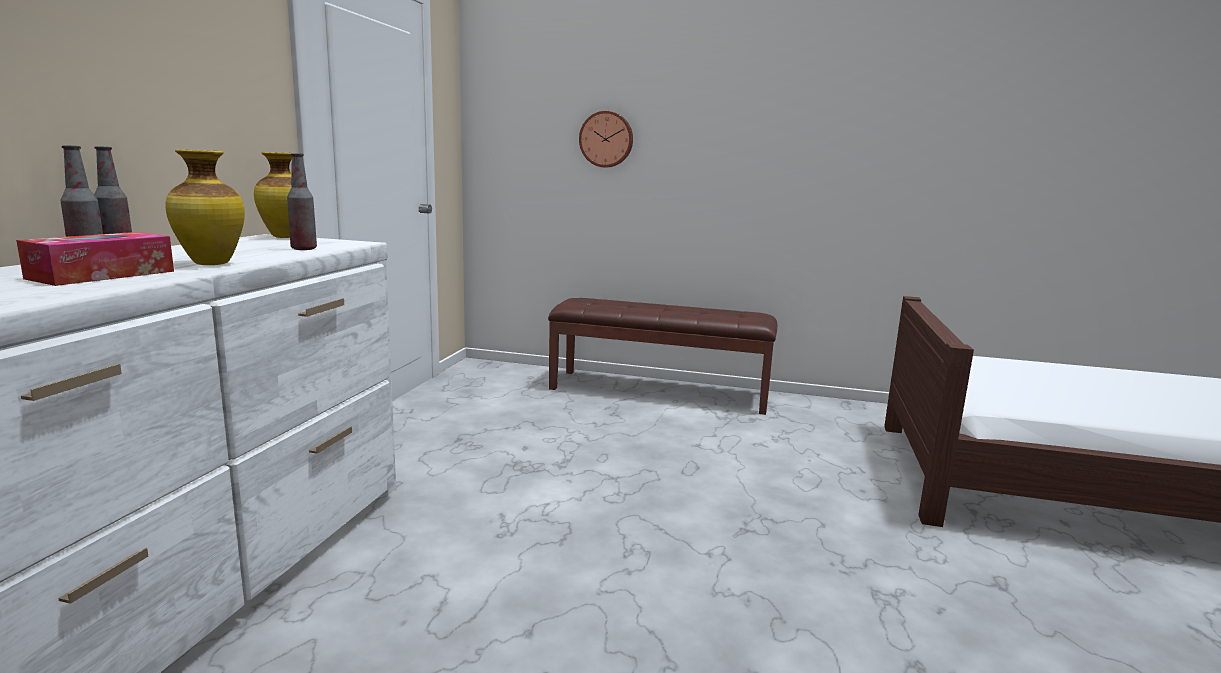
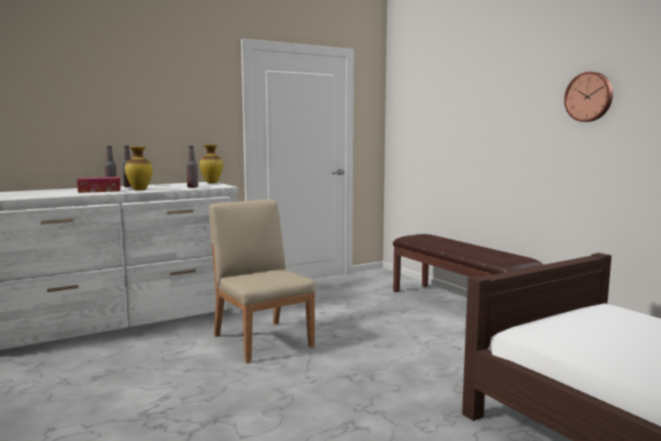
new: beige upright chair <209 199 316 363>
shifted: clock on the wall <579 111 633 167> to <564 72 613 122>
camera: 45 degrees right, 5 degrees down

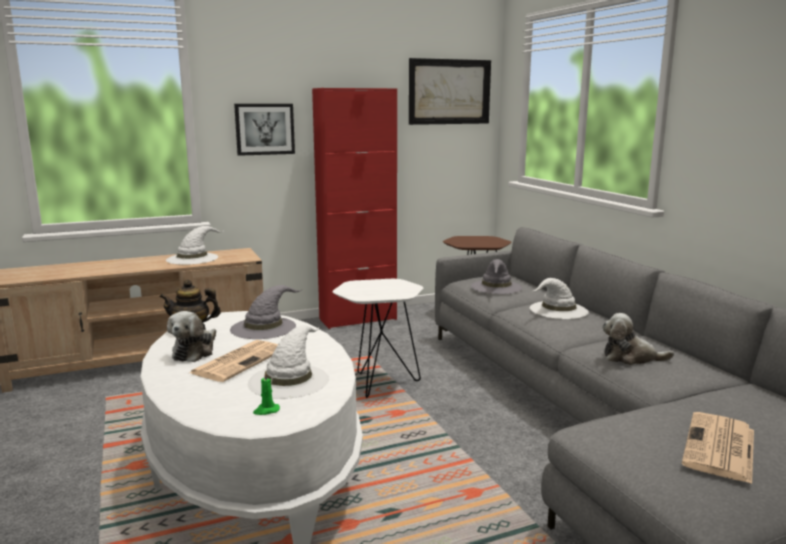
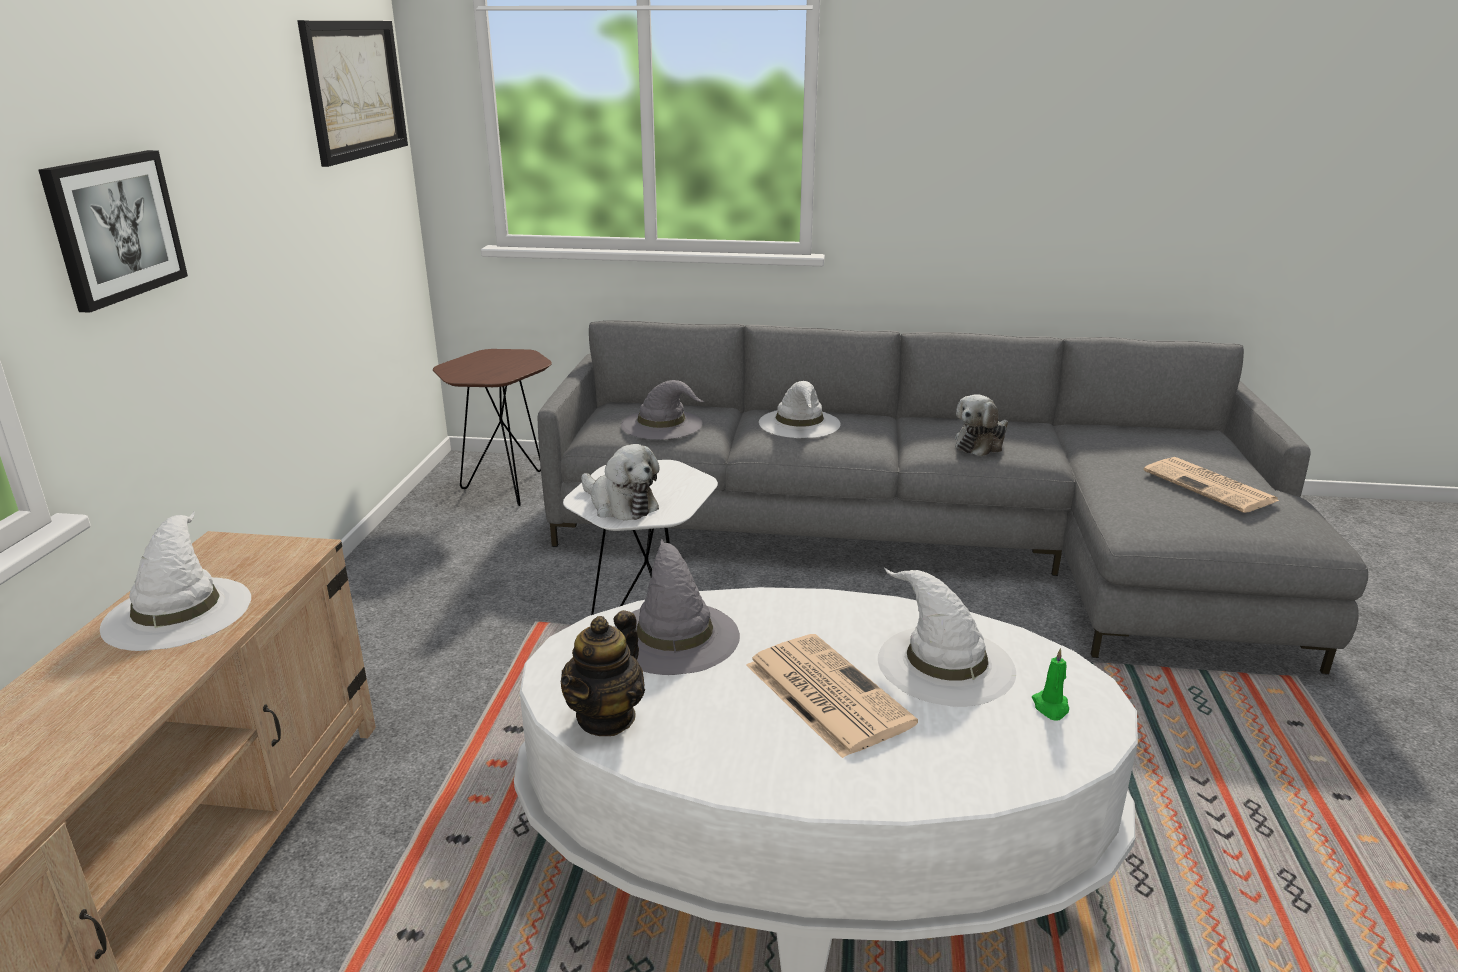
gone: red storage cabinet <312 88 397 329>
shifted: soft toy <167 311 216 362> to <581 444 660 521>
camera: 60 degrees left, 10 degrees up

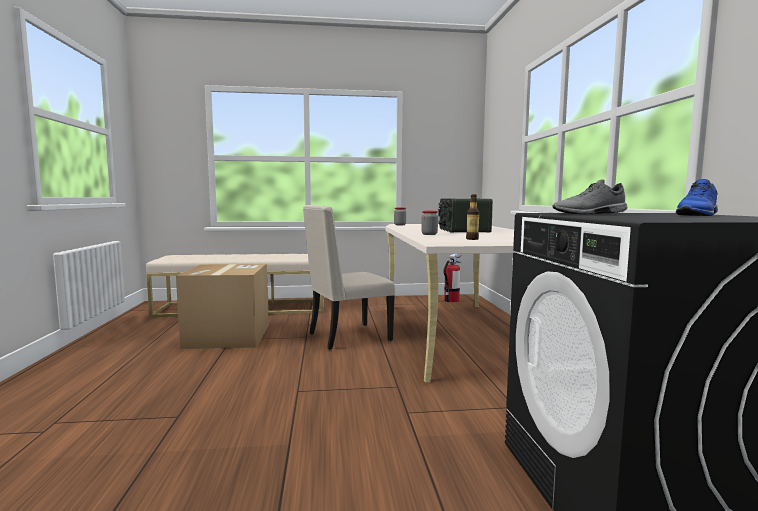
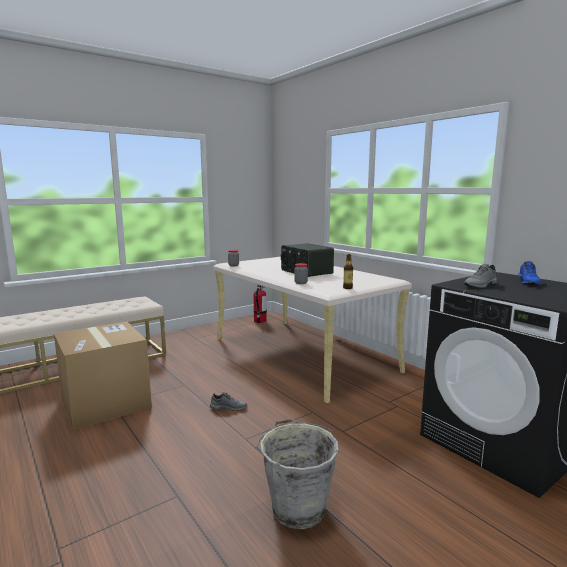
gone: beige upright chair <303 205 395 350>
new: gray item of footwear <210 392 247 411>; gray bucket <256 419 339 530>
camera: 30 degrees left, 5 degrees up

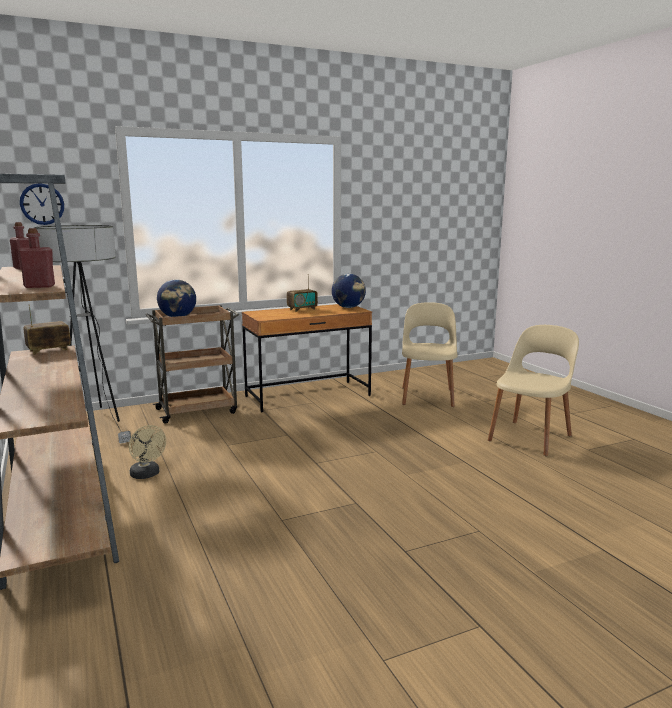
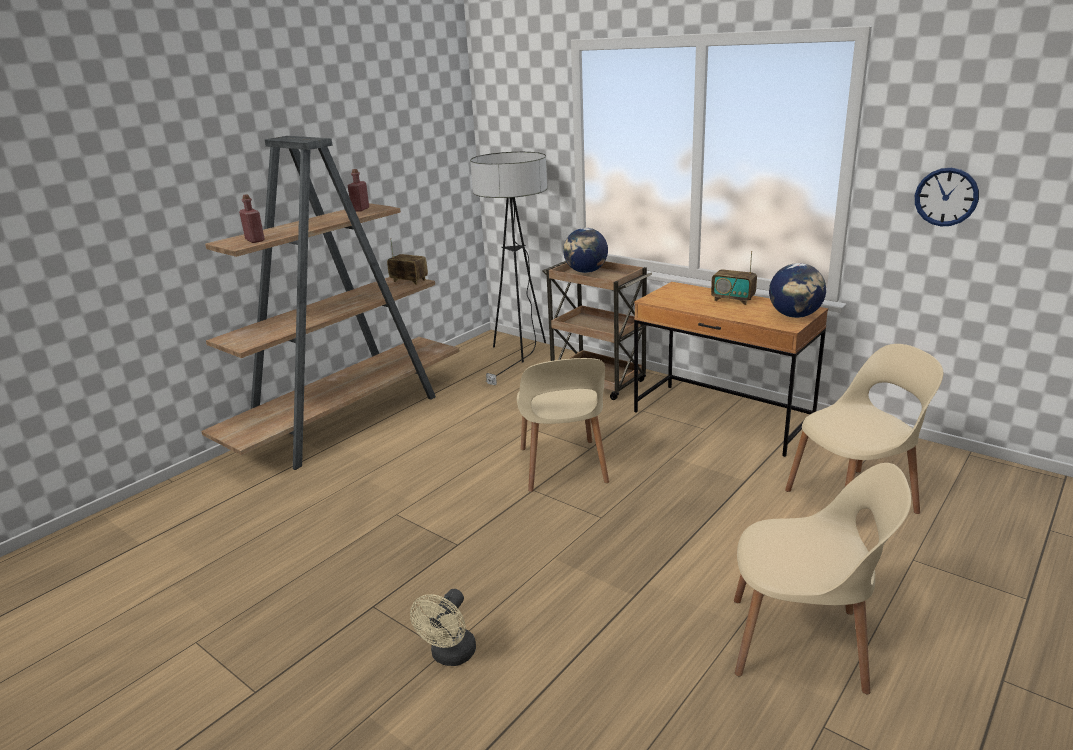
new: beige upright chair <517 358 609 492>
shifted: clock on the wall <20 184 64 225> to <915 168 979 226>; beige fan <129 425 166 479> to <410 589 476 666>
camera: 65 degrees right, 10 degrees up

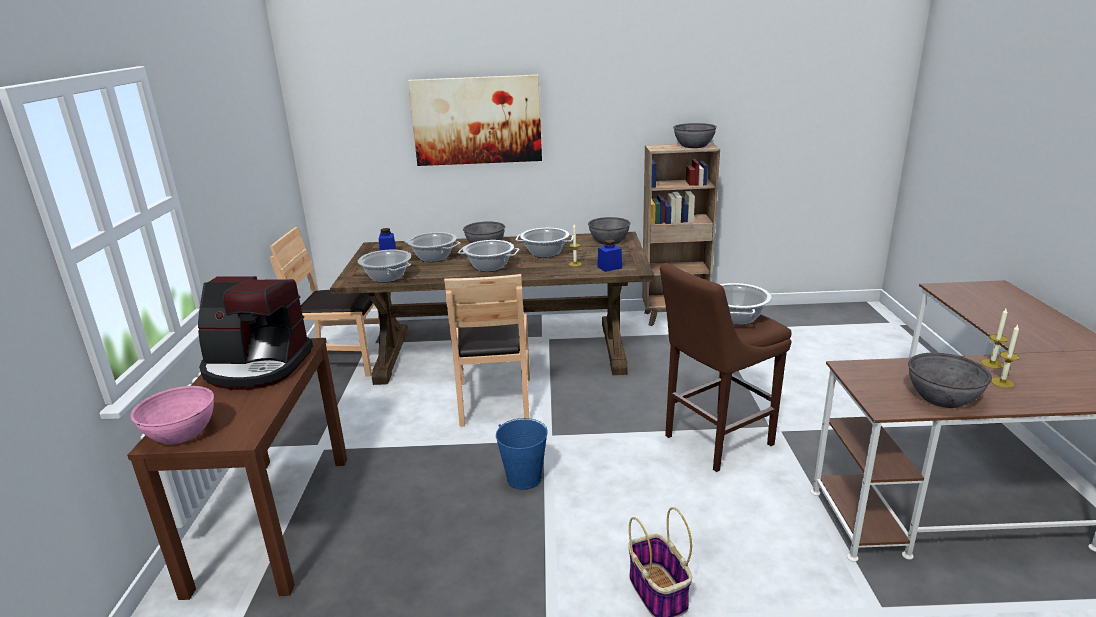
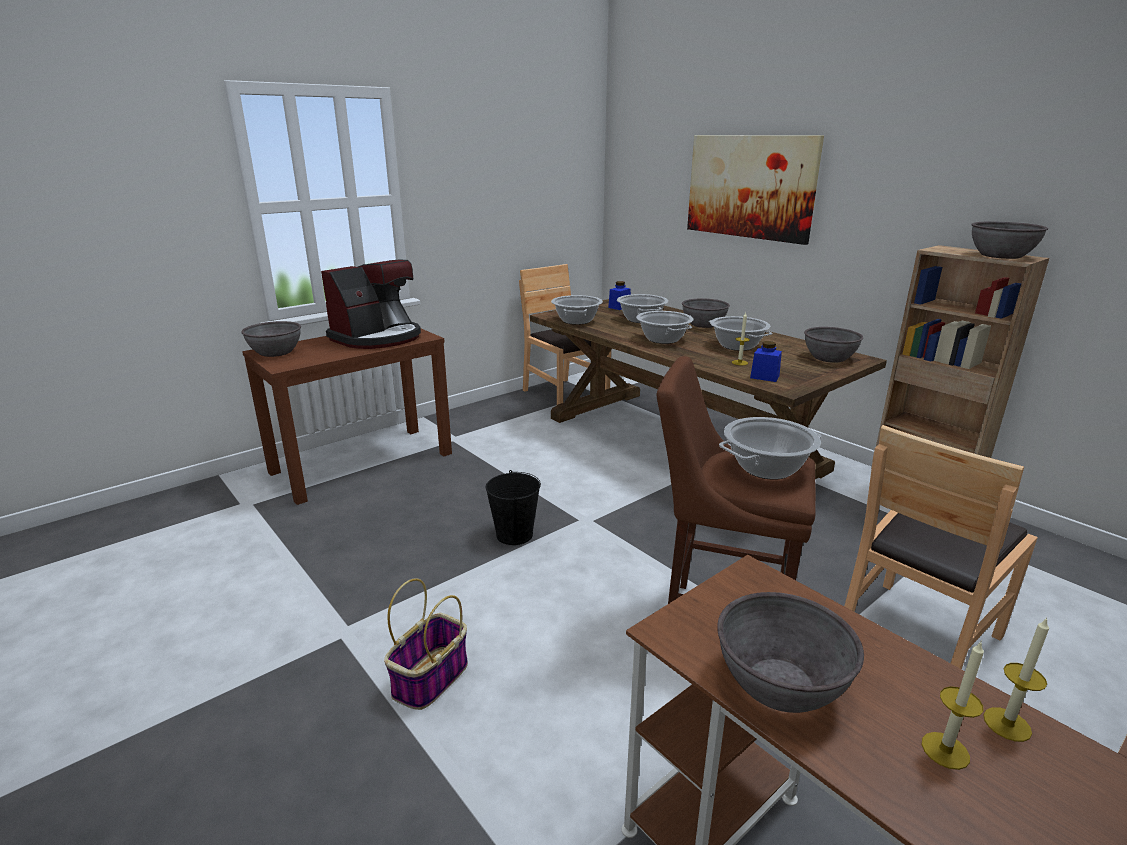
shifted: brown-coloured upright chair <444 274 530 427> to <844 425 1038 669>
repainted: pink-coloured deep dish <130 386 214 445> to gray deep dish <241 321 301 357>; blue bucket <496 418 548 490> to black-coloured bucket <486 470 541 545>
rotated: coffee maker <198 276 313 390> = <321 260 421 349> 105 degrees counterclockwise
camera: 50 degrees right, 0 degrees up

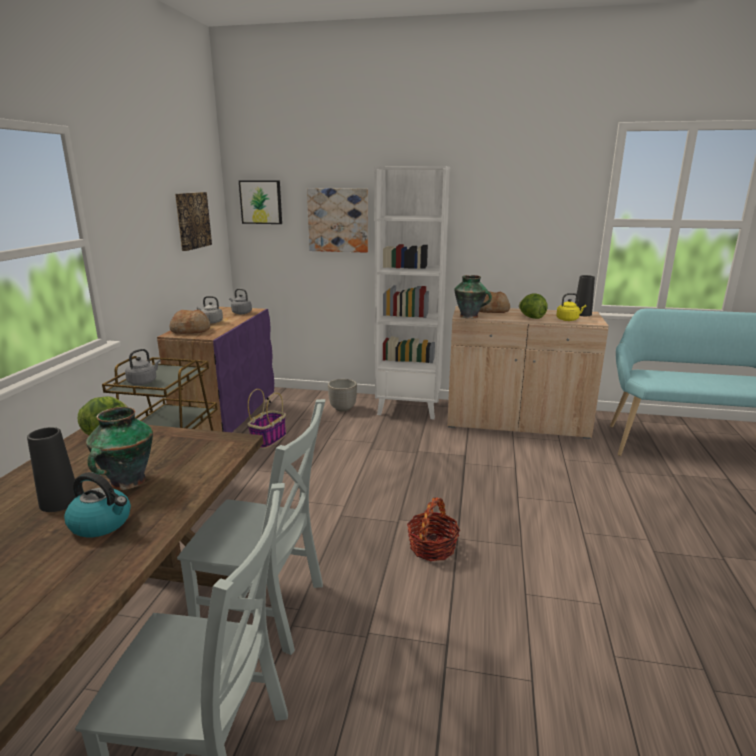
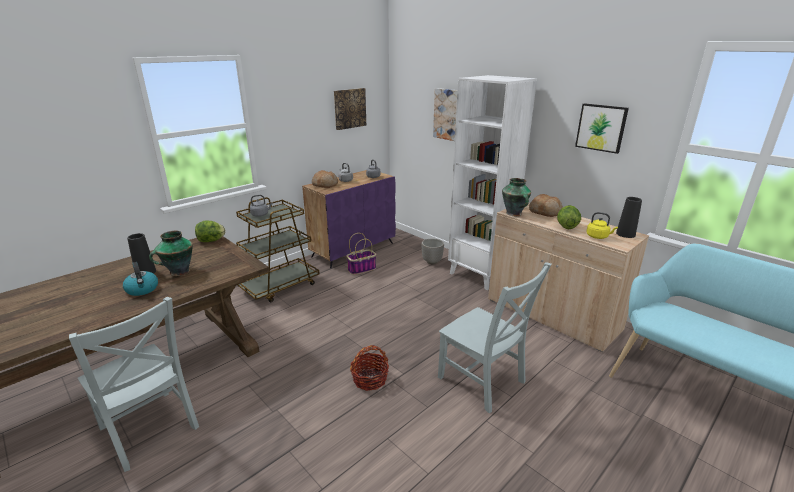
shifted: wall picture <239 180 282 224> to <575 103 629 154>; gray upright chair <177 399 325 655> to <438 262 552 413>
camera: 35 degrees right, 5 degrees up

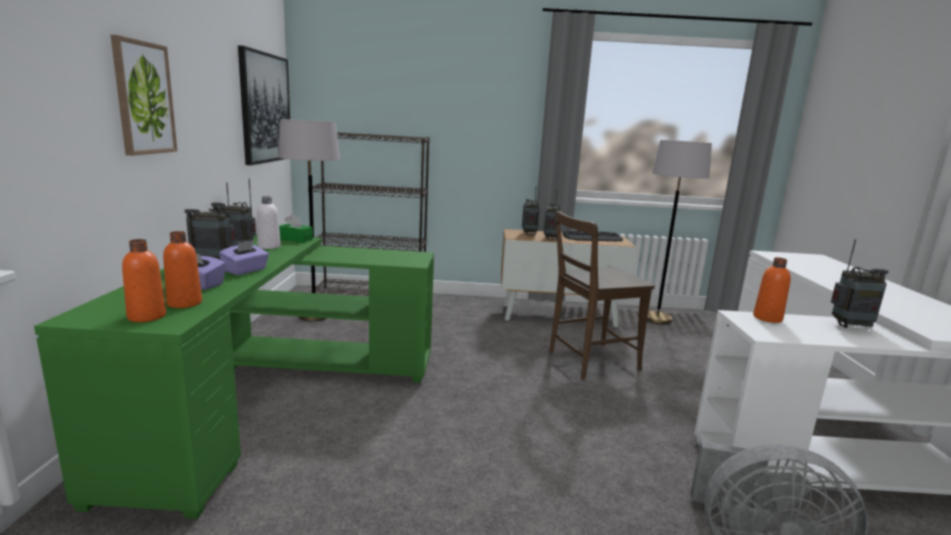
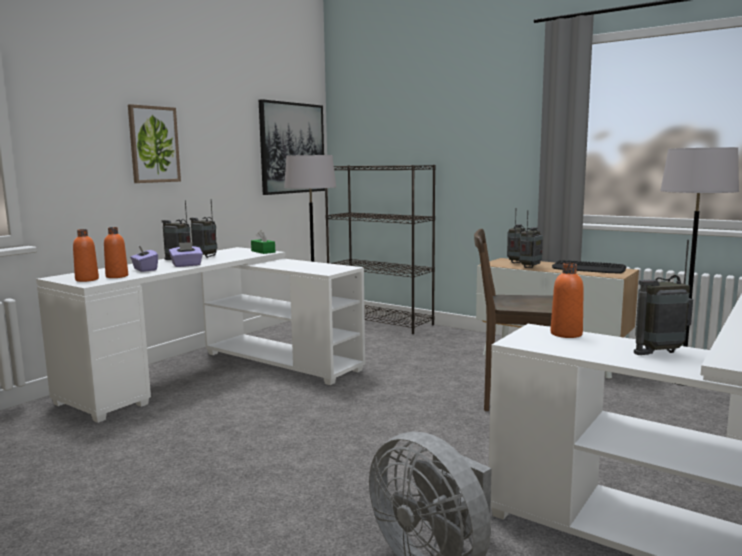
gone: whitish drink bottle <257 196 281 249>
repainted: greenish desk table <34 234 434 519> to whitish desk table <36 247 365 423>
rotated: radio receiver <831 239 889 328> = <634 239 693 355> 135 degrees clockwise
camera: 35 degrees right, 5 degrees down

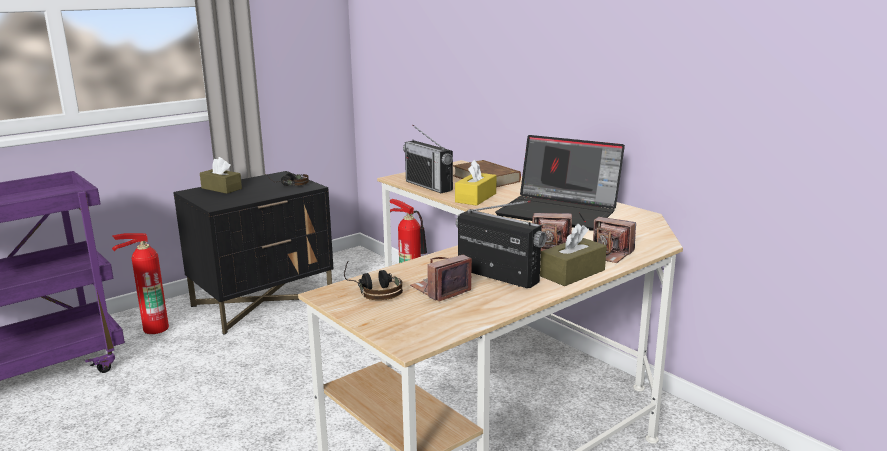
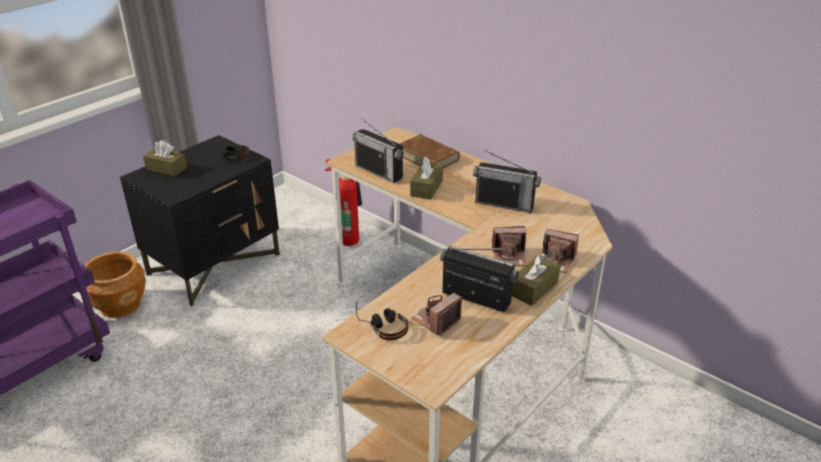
swapped: laptop <495 135 625 230> to radio receiver <473 151 541 213>; fire-fighting cylinder <112 233 169 334> to brown-coloured planter <84 252 146 318>
repainted: yellowish box of tissues <455 160 497 206> to brown-coloured box of tissues <410 157 443 200>
camera: 10 degrees left, 15 degrees up

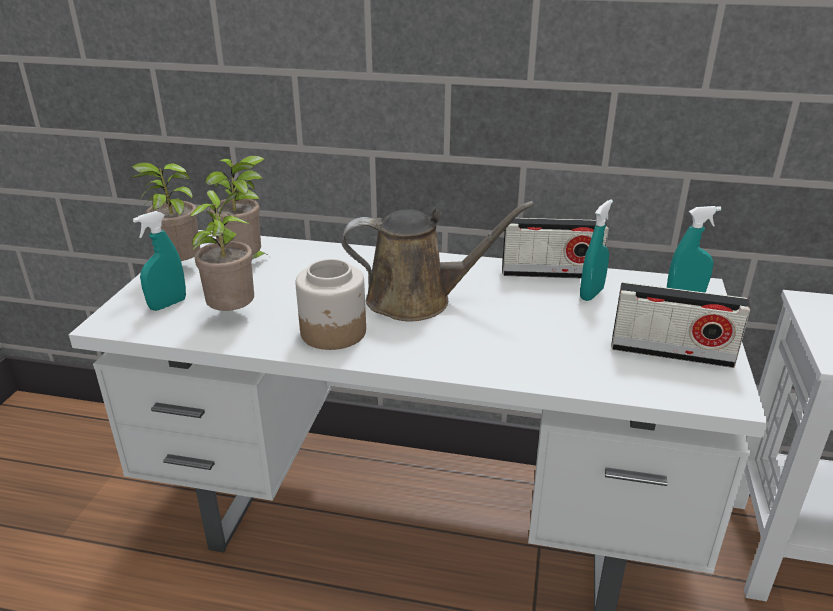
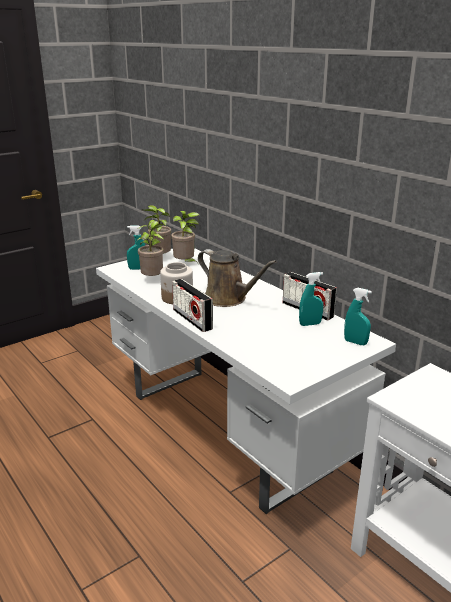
shifted: radio receiver <611 282 750 368> to <172 279 213 332>
camera: 40 degrees right, 5 degrees down

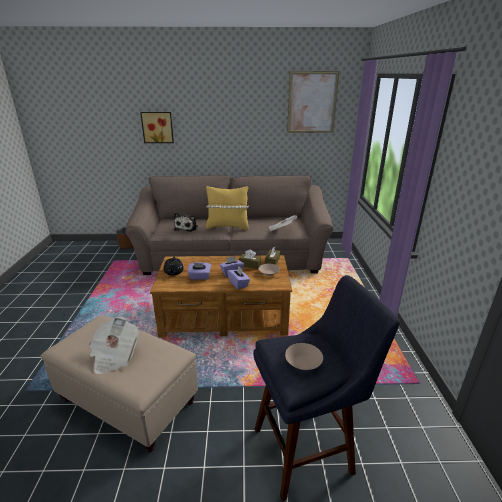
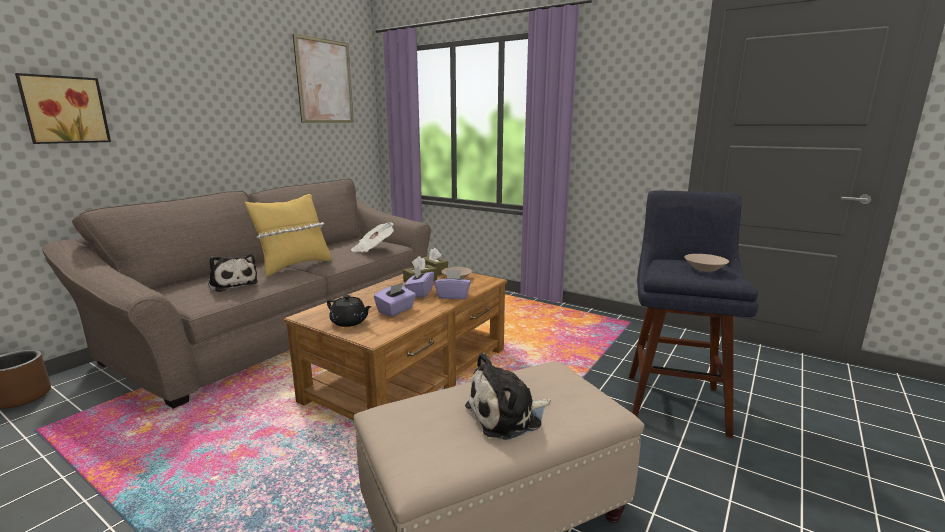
swapped: newspaper <90 317 139 374> to soft toy <465 353 551 440>
camera: 55 degrees left, 10 degrees down

